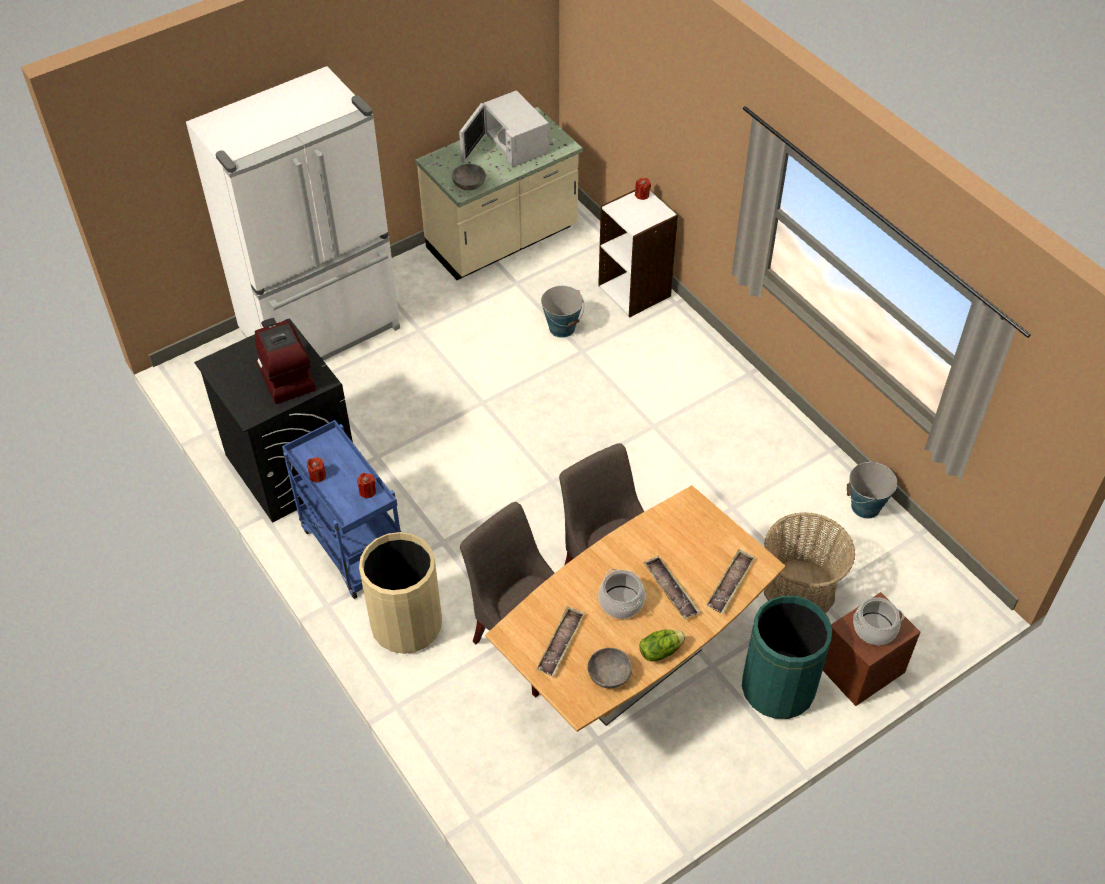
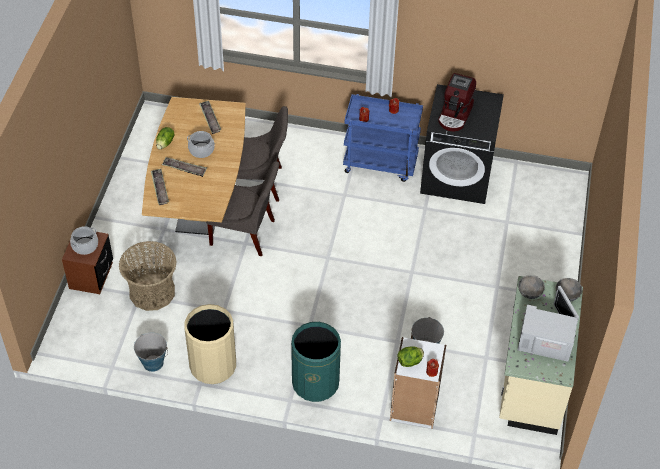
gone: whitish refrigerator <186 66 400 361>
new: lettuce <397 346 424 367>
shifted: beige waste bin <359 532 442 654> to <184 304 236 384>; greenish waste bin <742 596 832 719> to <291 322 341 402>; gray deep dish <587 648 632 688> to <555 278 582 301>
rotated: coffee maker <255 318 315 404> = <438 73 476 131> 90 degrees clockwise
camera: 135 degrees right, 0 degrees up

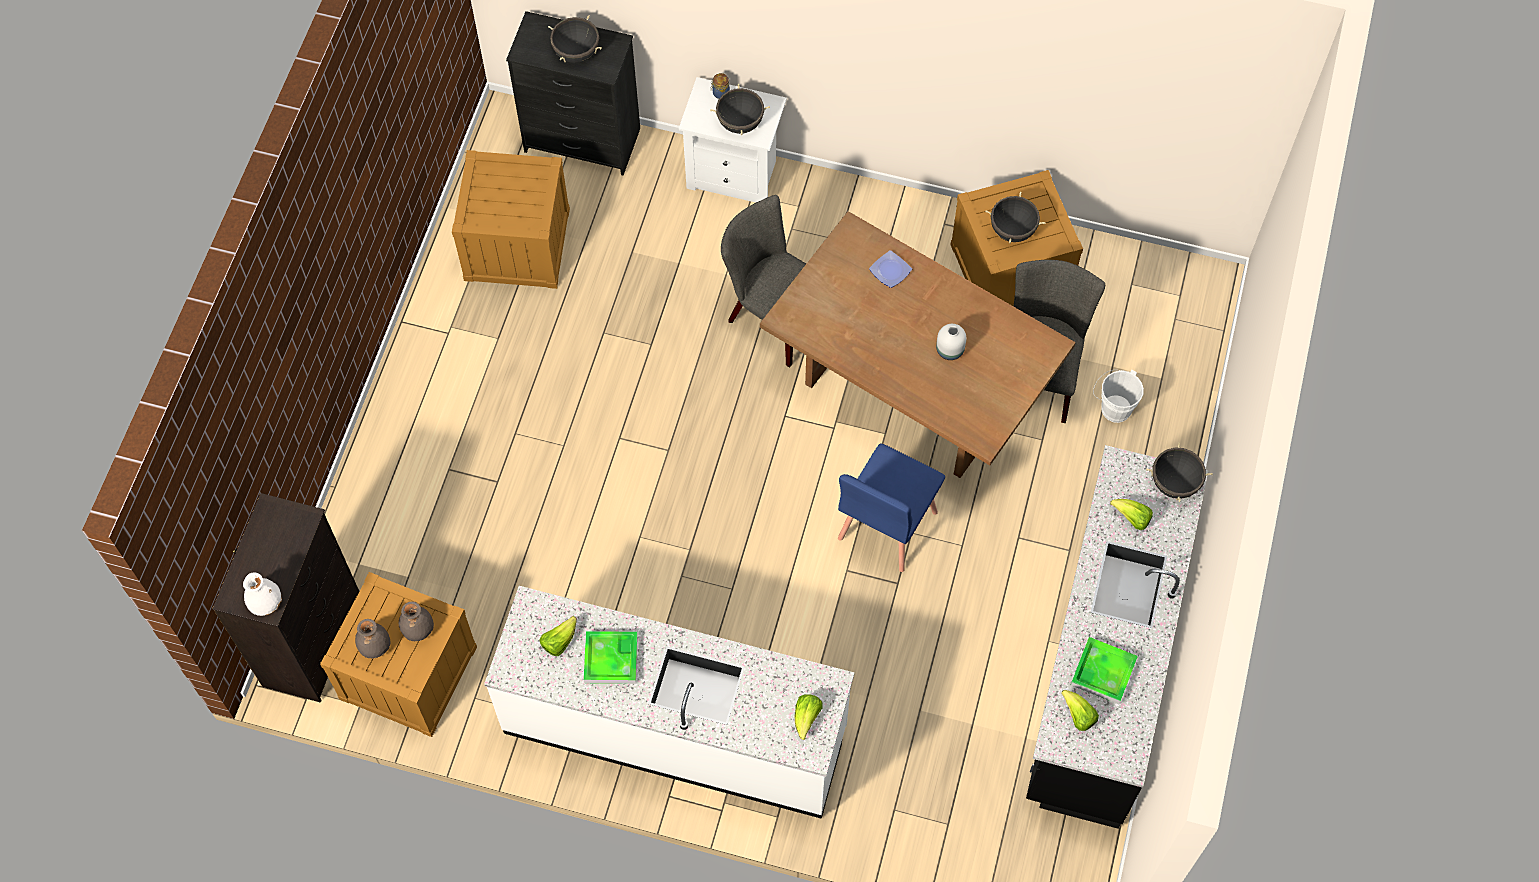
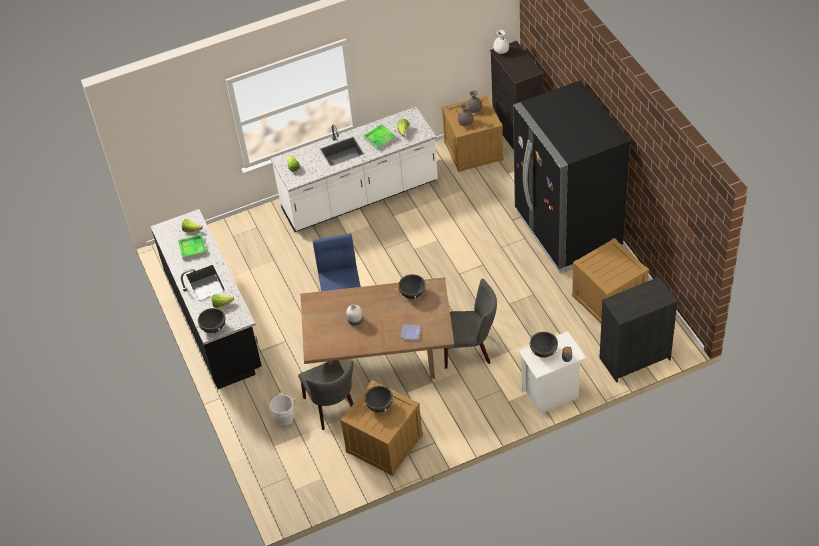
new: black-coloured refrigerator <513 80 630 273>
shifted: black-coloured saucepot <548 15 602 63> to <395 273 428 299>
camera: 145 degrees right, 15 degrees down

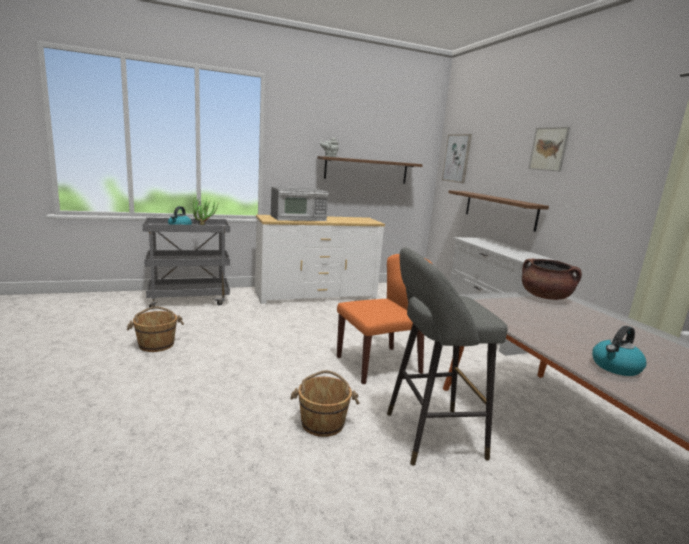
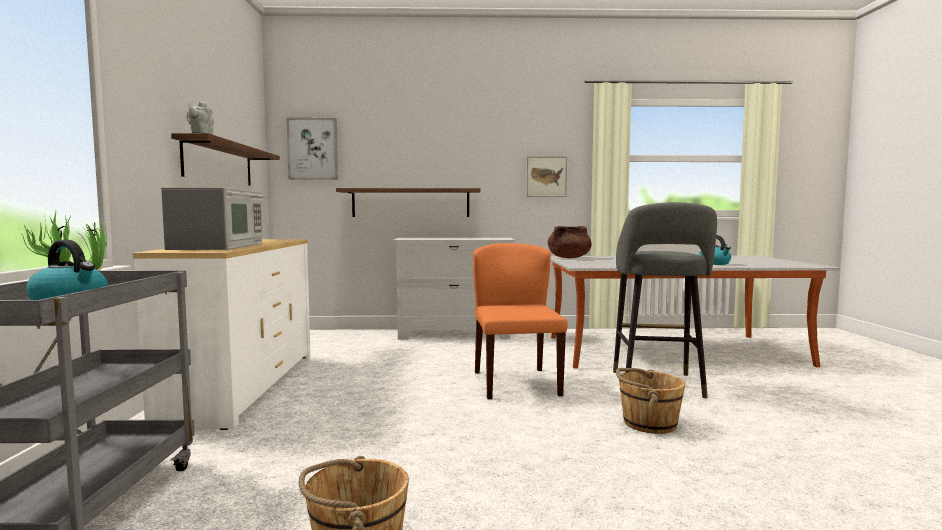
shifted: wall picture <528 127 570 172> to <526 156 567 197>
camera: 70 degrees left, 10 degrees down

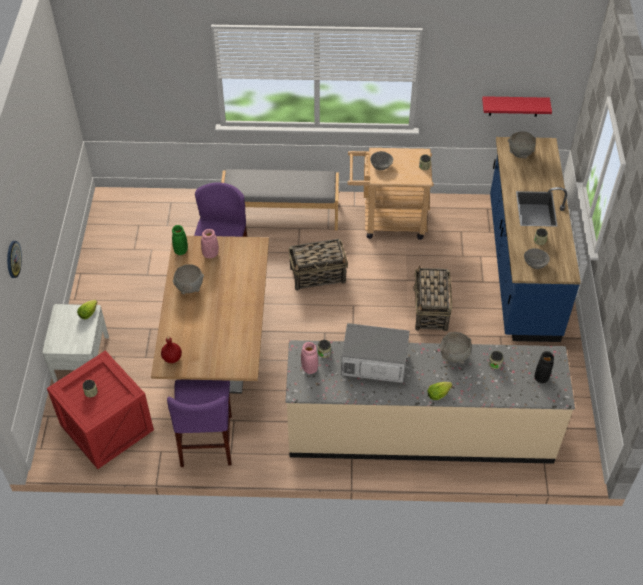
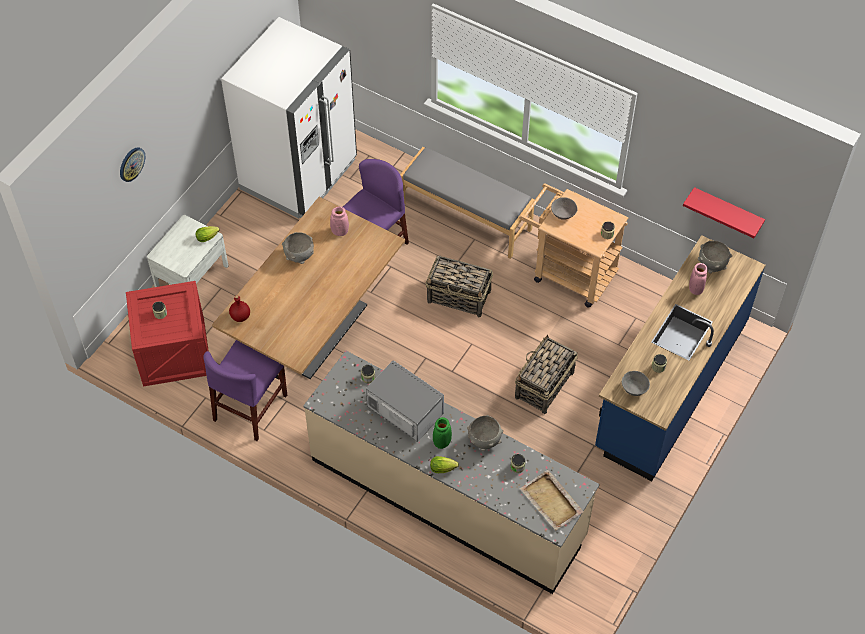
new: whitish refrigerator <221 17 357 218>
shifted: greenish flower vase <172 225 188 255> to <433 417 452 449>; pink-coloured flower vase <301 342 318 374> to <689 263 708 295>
swapped: black-coloured flower vase <535 351 554 383> to beige serving tray <520 470 584 531>
camera: 30 degrees right, 5 degrees up

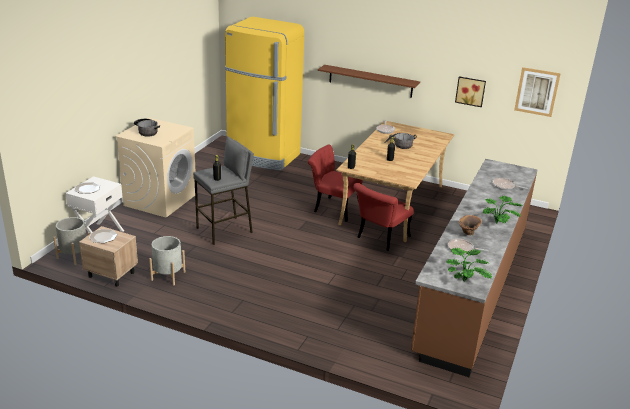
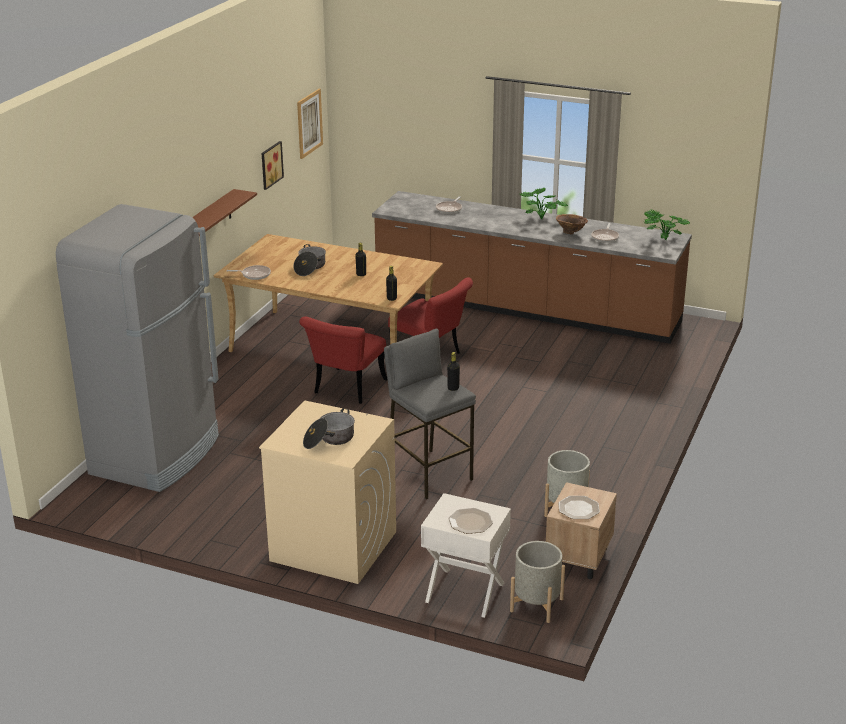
repainted: yellowish refrigerator <225 17 304 171> to gray refrigerator <56 204 219 492>
camera: 90 degrees left, 0 degrees up

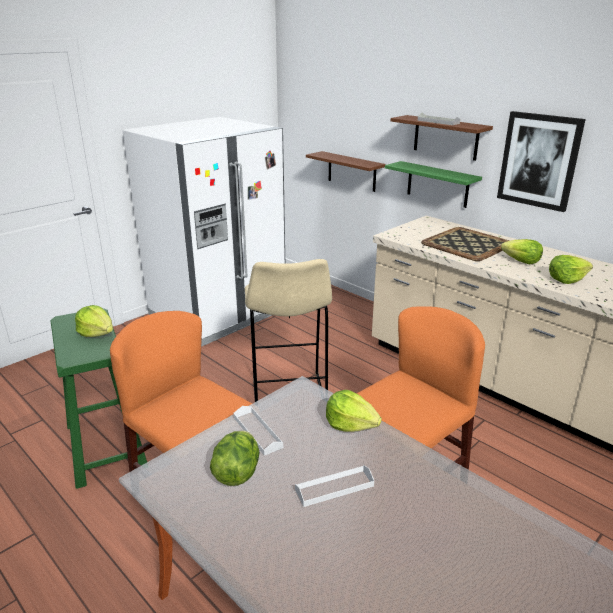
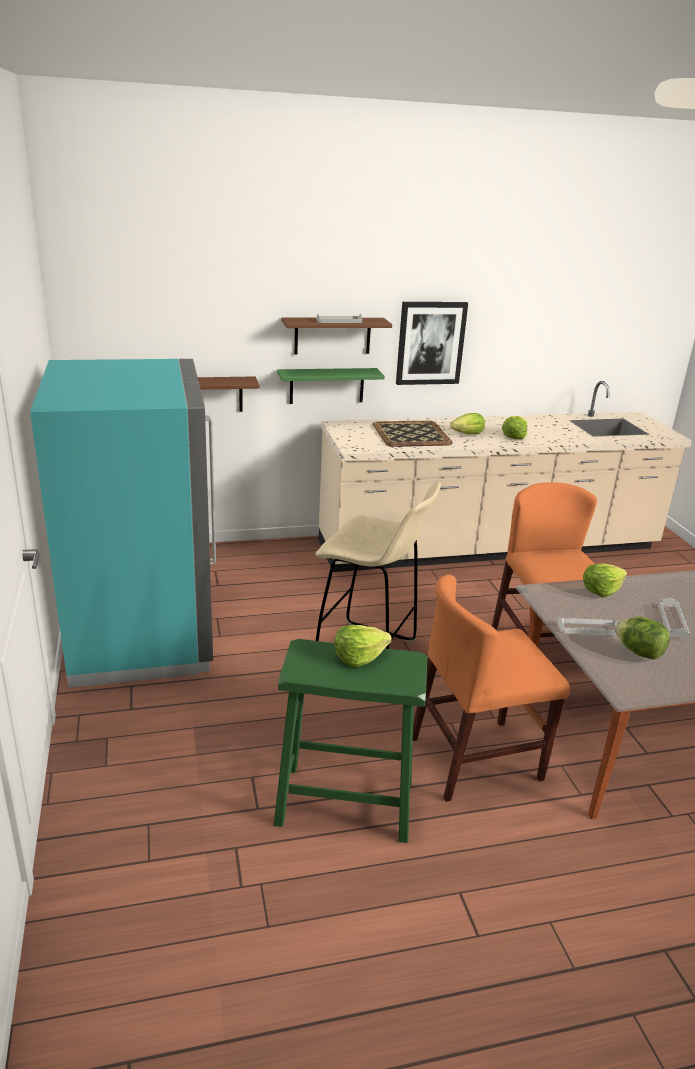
repainted: whitish refrigerator <122 117 285 347> to blue-green refrigerator <30 359 216 688>
camera: 60 degrees left, 0 degrees up

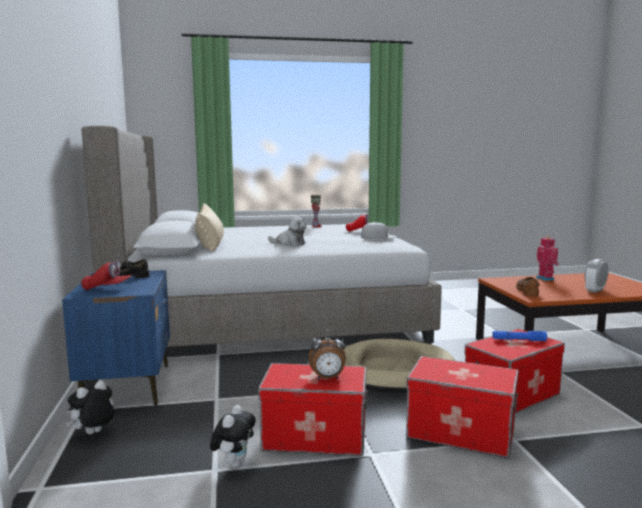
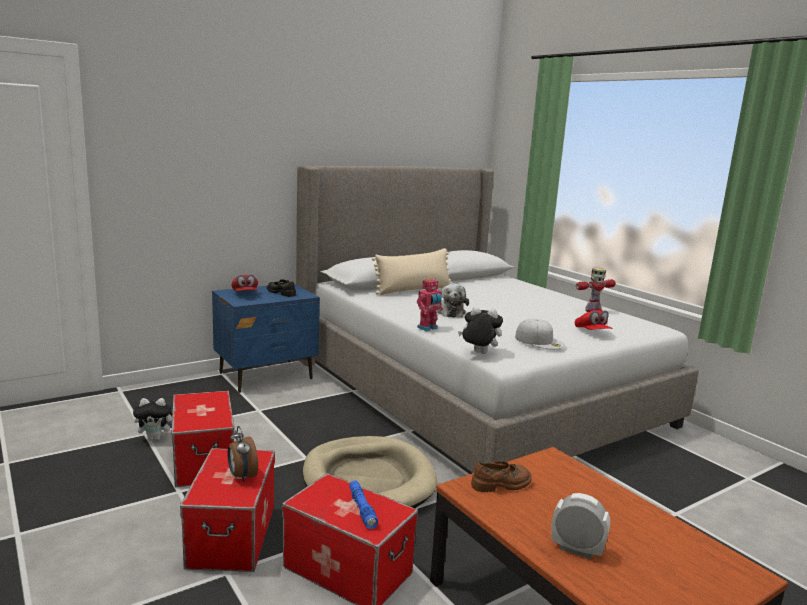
shifted: toy robot <536 236 559 281> to <417 278 443 331>; alarm clock <308 330 346 379> to <228 426 258 482>; soft toy <66 380 114 434> to <458 307 503 354>
camera: 65 degrees right, 5 degrees up

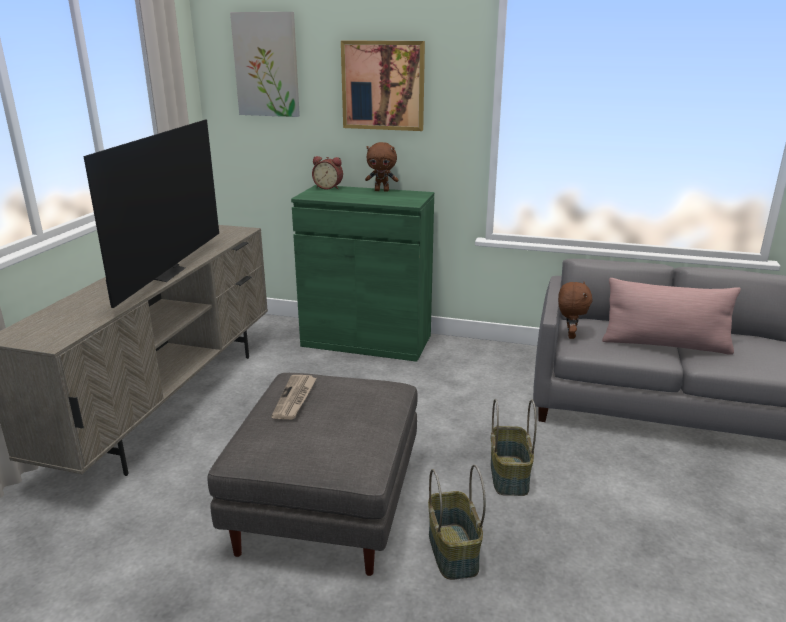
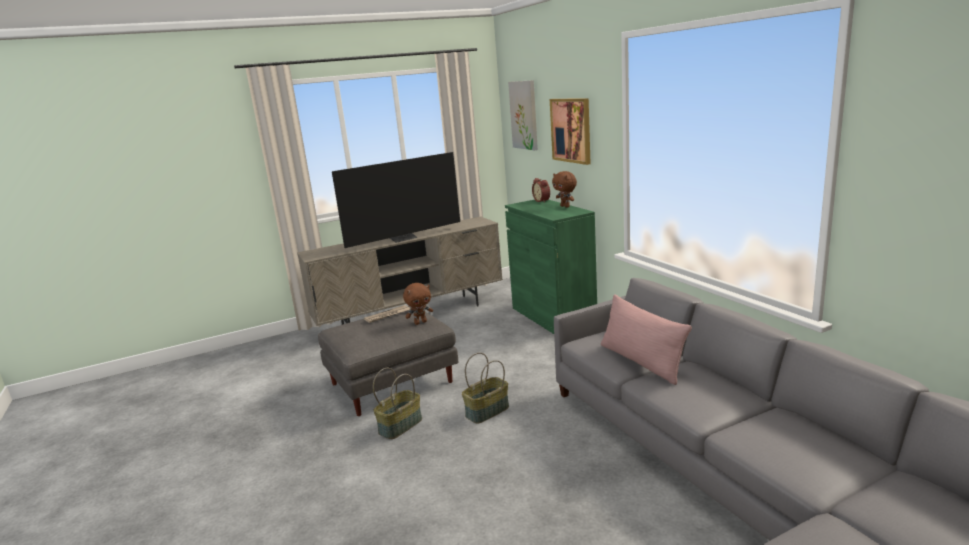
shifted: brown-coloured soft toy <558 282 592 339> to <403 283 433 325>
camera: 50 degrees right, 5 degrees down

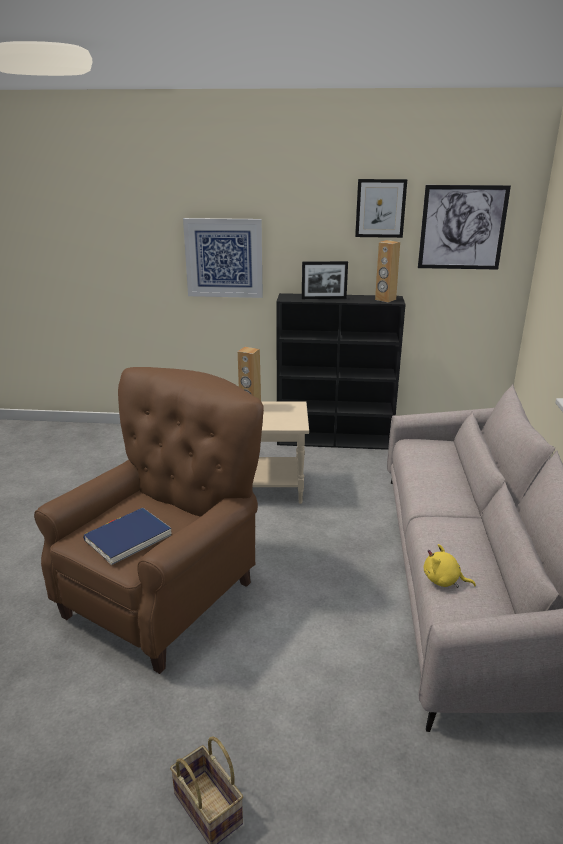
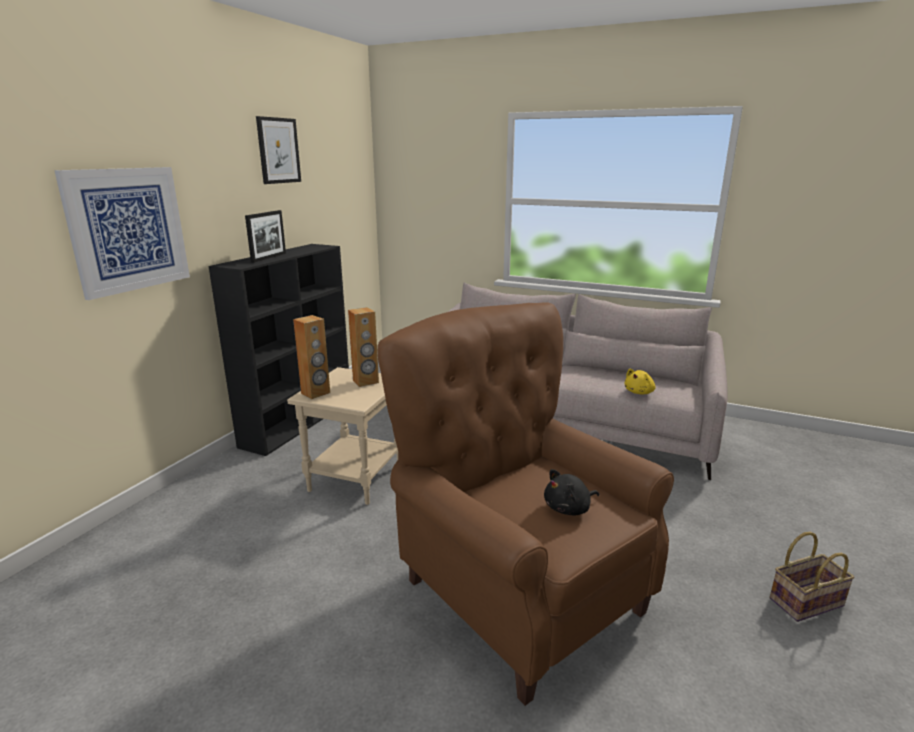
gone: wall picture <418 185 511 270>
shifted: brown-coloured audio speaker <375 240 400 303> to <348 307 379 387>
swapped: blue bound book <83 508 172 565> to black-coloured soft toy <544 469 599 515>
camera: 70 degrees left, 5 degrees down

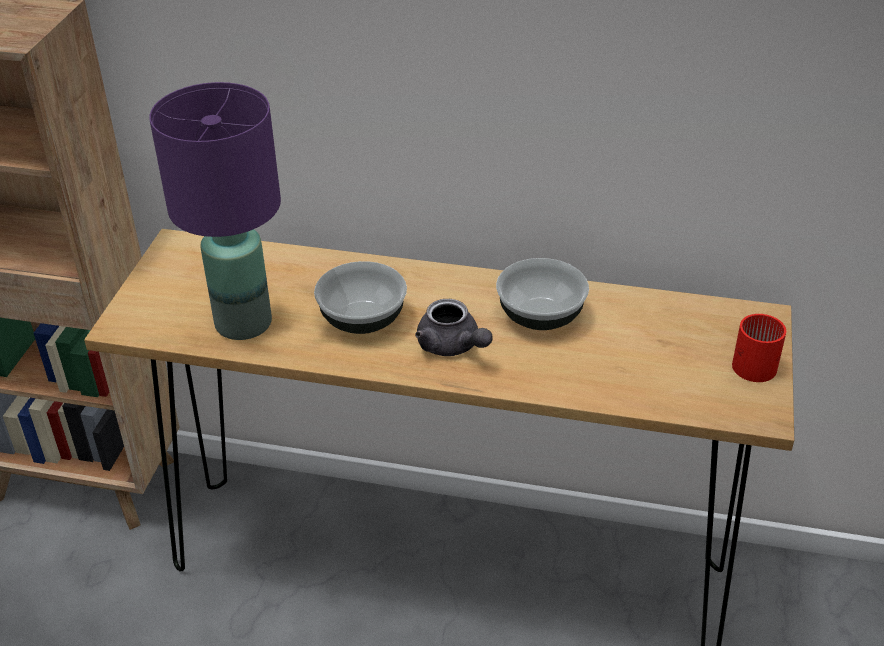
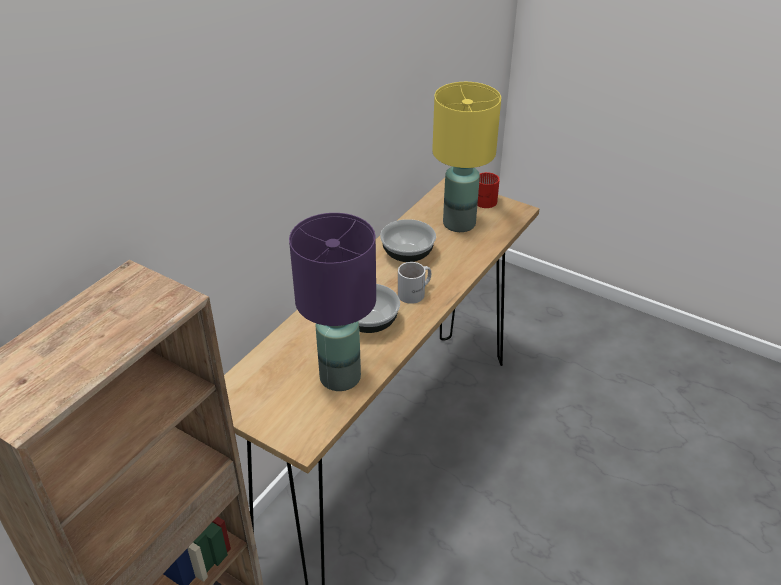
new: yellowish table lamp <432 82 501 232>
swapped: gray teapot <415 299 493 356> to whitish mug <398 262 431 304>
camera: 70 degrees left, 0 degrees up

